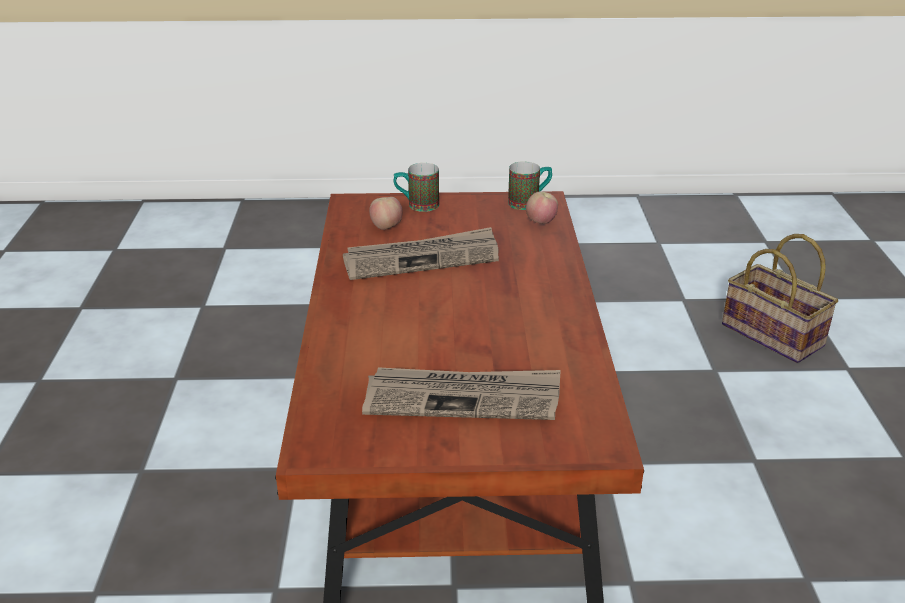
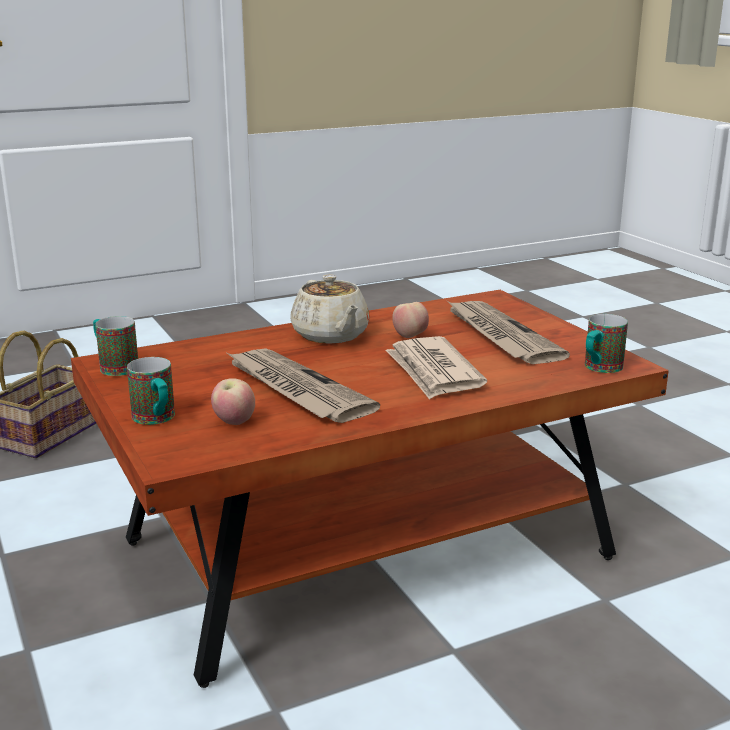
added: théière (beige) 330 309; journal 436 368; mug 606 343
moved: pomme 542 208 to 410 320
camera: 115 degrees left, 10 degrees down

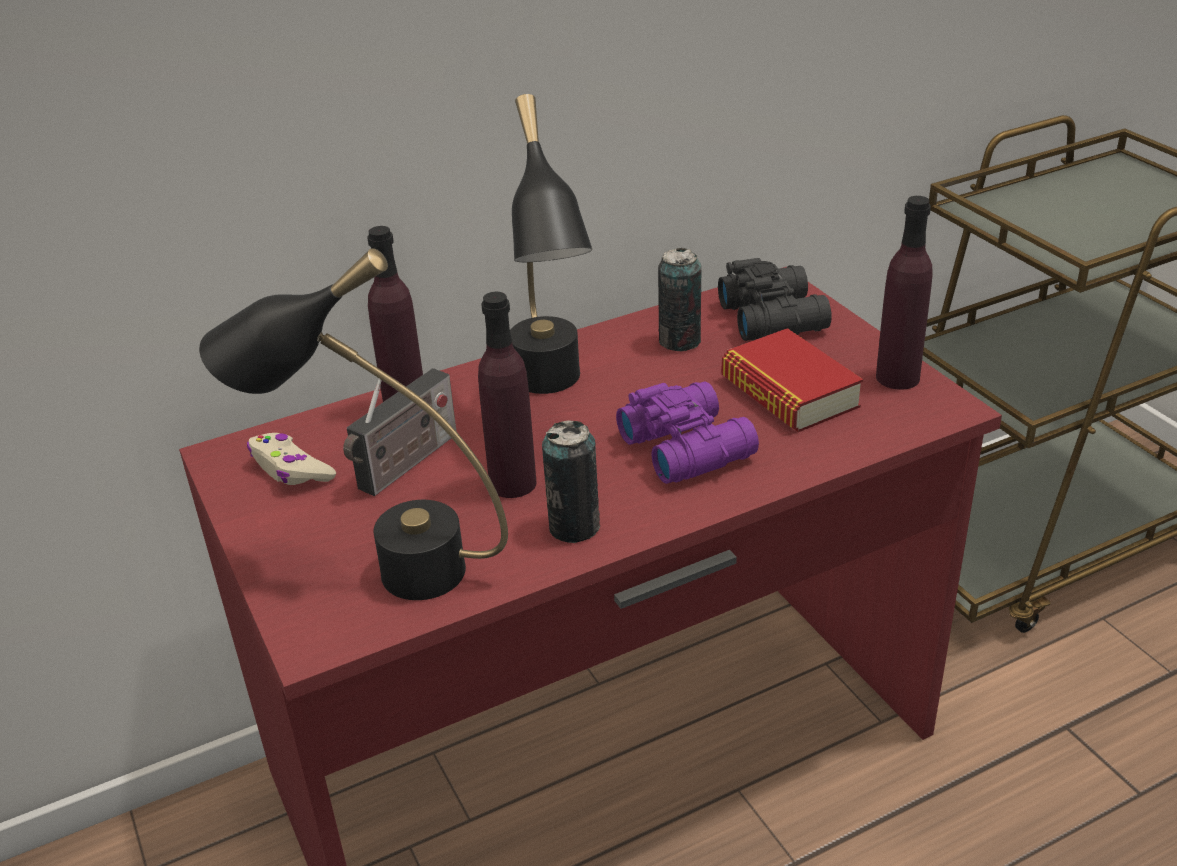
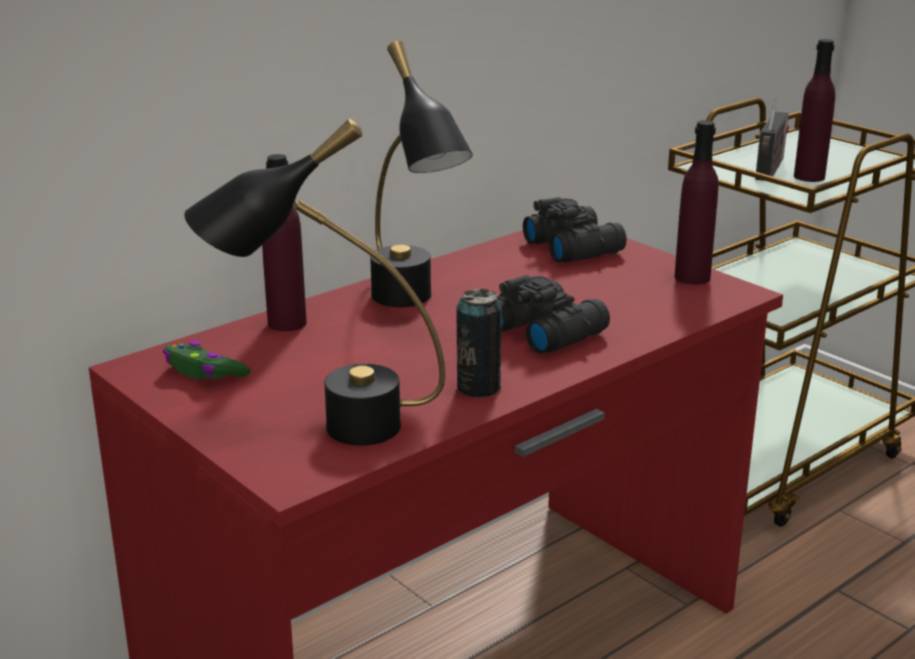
removed: boîte métallique 679 299; livre 792 380
moved: radio 400 432 to 772 140; bouteille (violet) 507 395 to 814 110
recoloured: manette (beige) 291 459 to manette (vert) 207 360; jumelles (violet) 687 432 to jumelles (noir) 553 314
camera: 15 degrees left, 10 degrees down

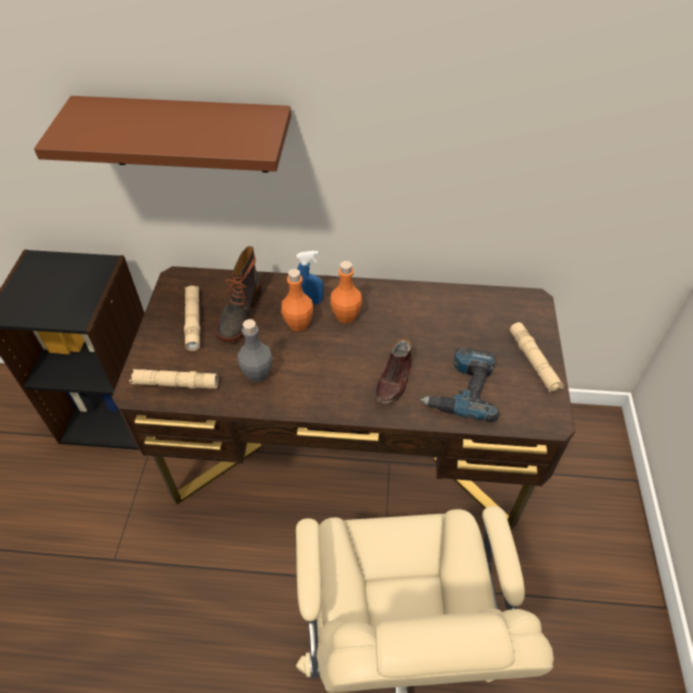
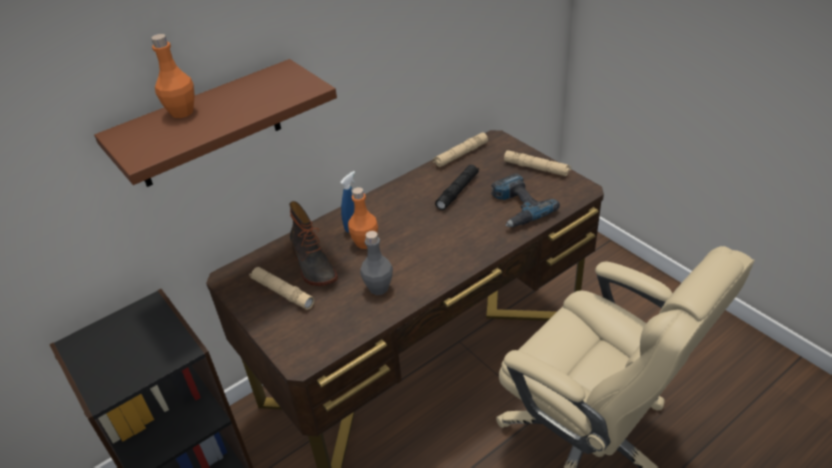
removed: chaussure (marron) 393 371
added: lampe de poche (noir) 457 187
moved: lampe de poche (beige) 173 379 to 460 149; bouteille (orange) 346 292 to 173 76
camera: 40 degrees left, 10 degrees down

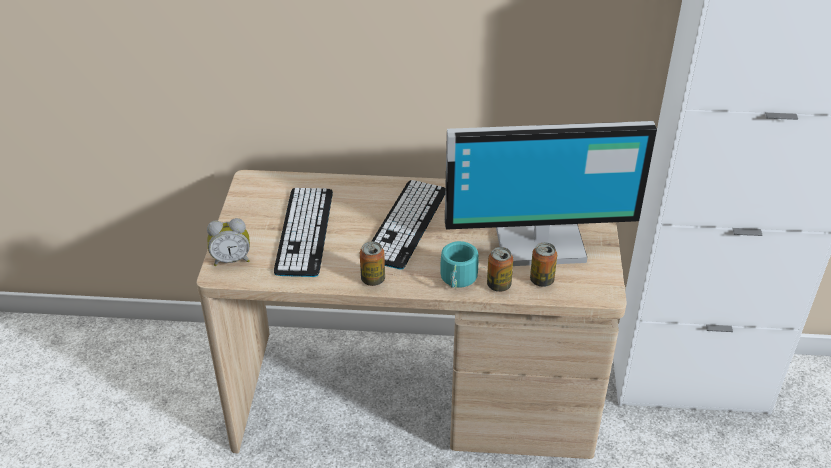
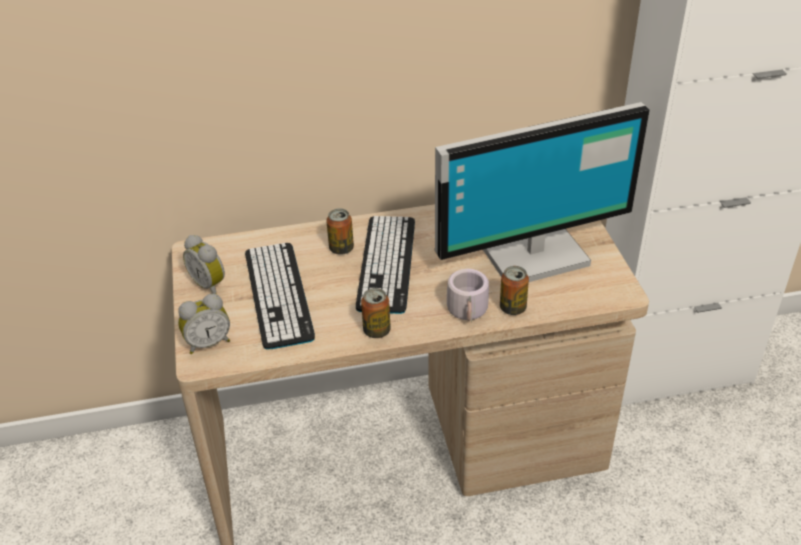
added: réveil 204 264
moved: boîte métallique 543 264 to 340 231
recoloured: mug (turquoise) 461 265 to mug (gris) 468 295
camera: 15 degrees left, 0 degrees up

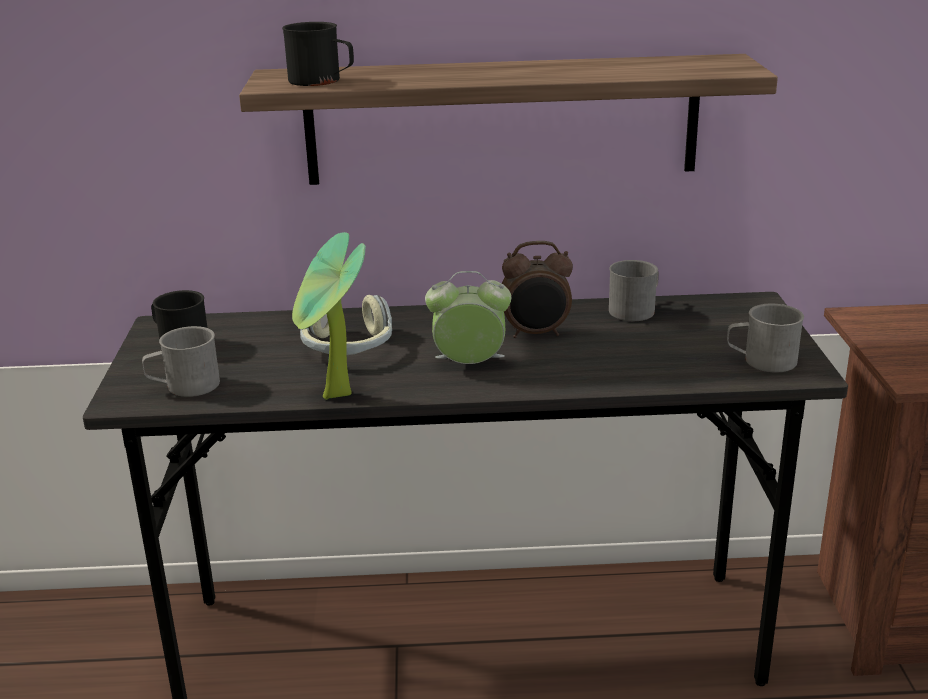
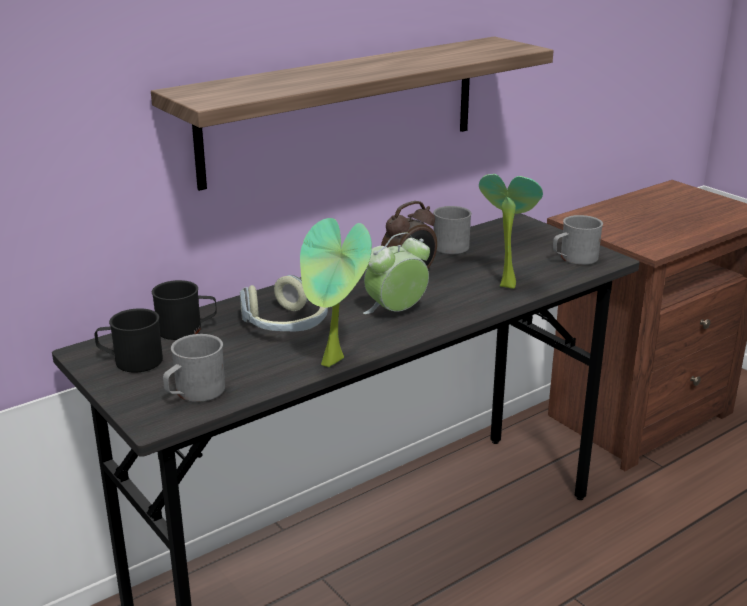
added: plante en pot 511 231
moved: mug (noir) 318 54 to 184 310
camera: 35 degrees left, 0 degrees up

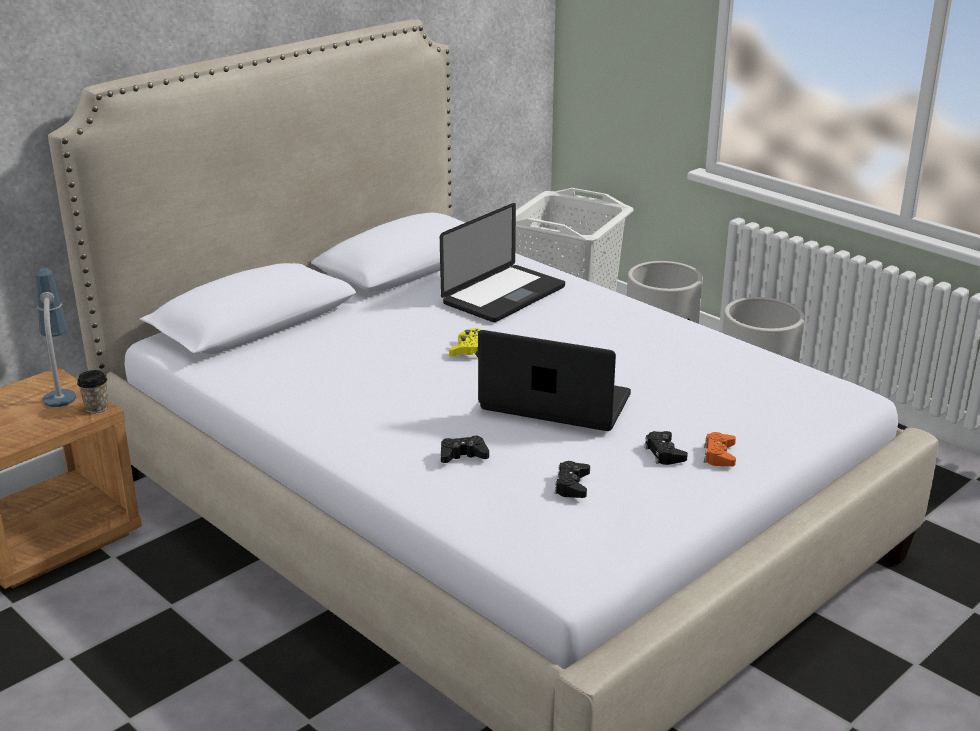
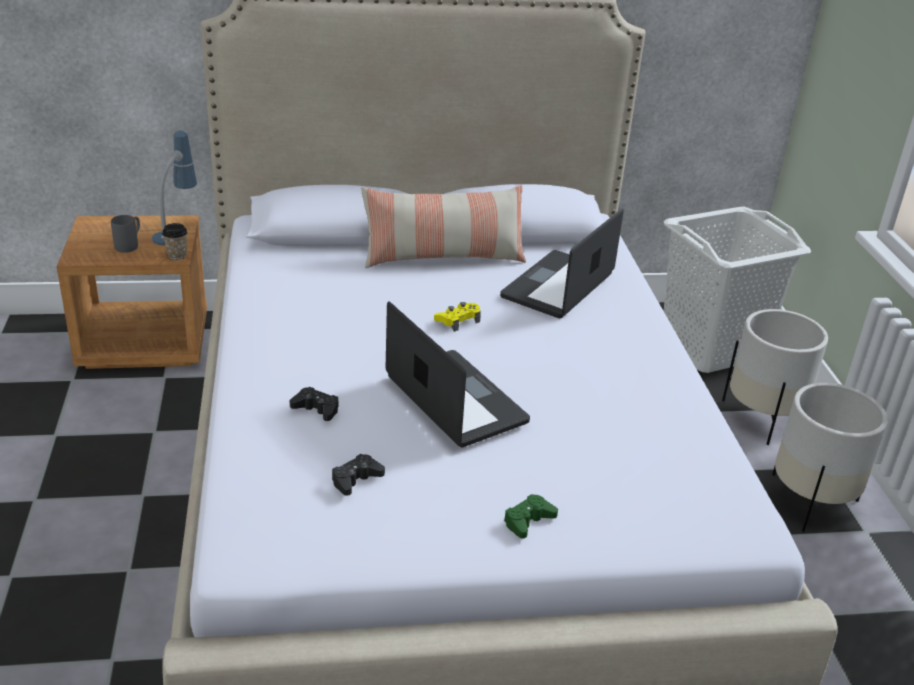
removed: manette (noir) 666 448
added: mug (gris) 125 234; coussin 443 226
recoloured: manette (orange) 720 449 to manette (vert) 531 516
turned: ordinateur portable 502 262 = 562 263 135 degrees clockwise
camera: 35 degrees right, 5 degrees up

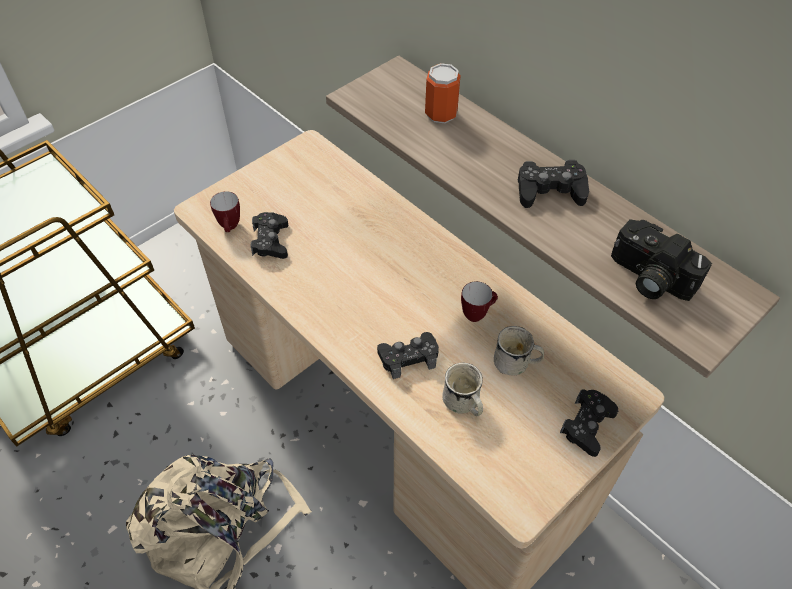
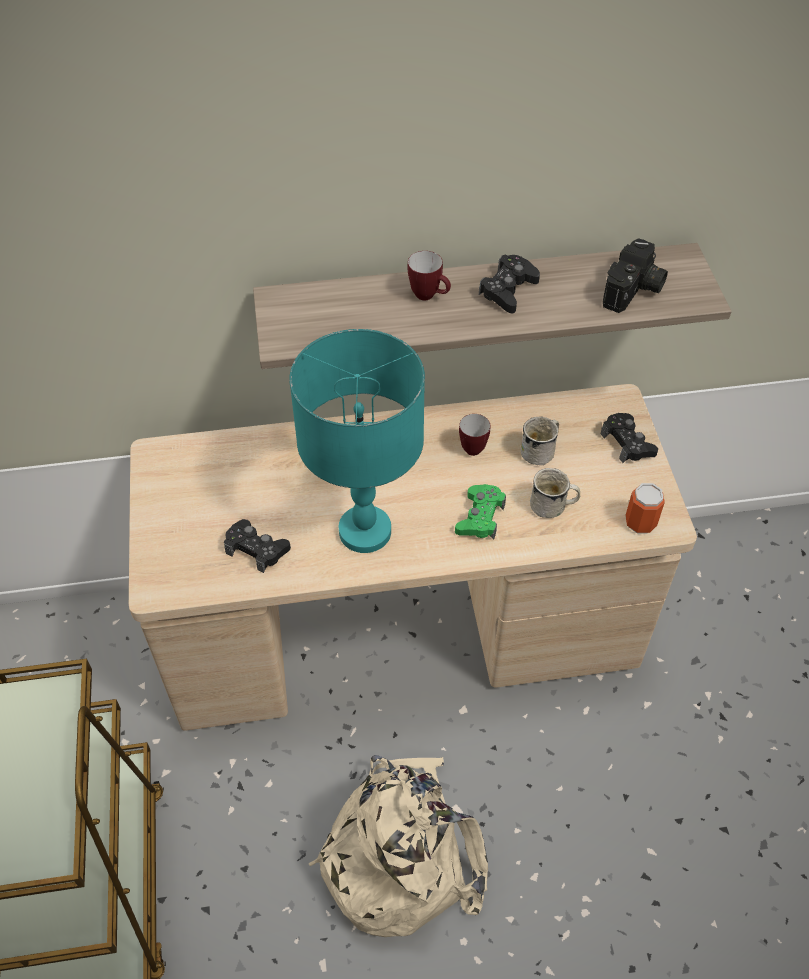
added: lampe de table (turquoise) 357 441
moved: mug 225 211 to 429 276; boîte métallique 443 93 to 645 508
recoloured: manette (noir) 408 355 to manette (vert) 480 511
turned: appareil photo 661 260 = 635 275 45 degrees counterclockwise
camera: 55 degrees left, 0 degrees up

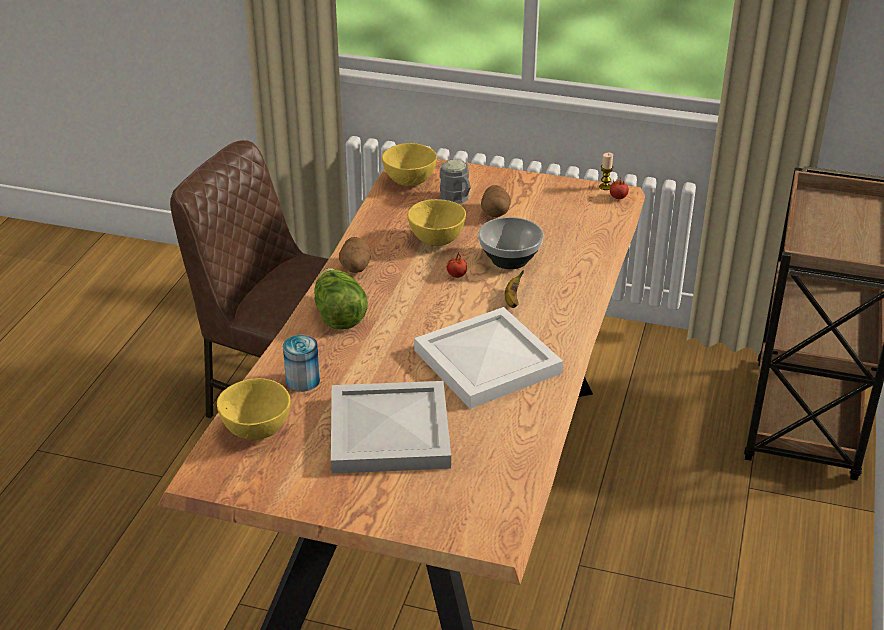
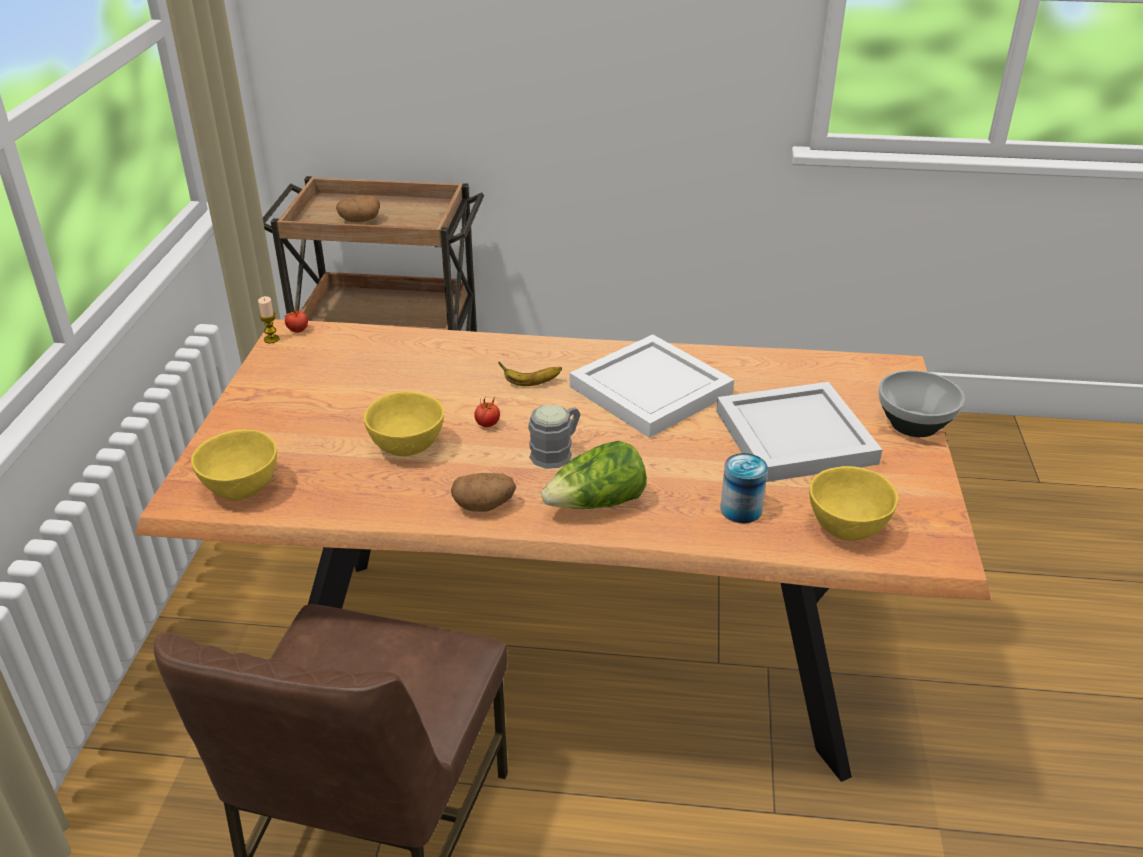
moved: mug (gris) 455 181 to 554 436; bol 511 243 to 921 403; pomme de terre 496 201 to 358 209
camera: 100 degrees left, 0 degrees up

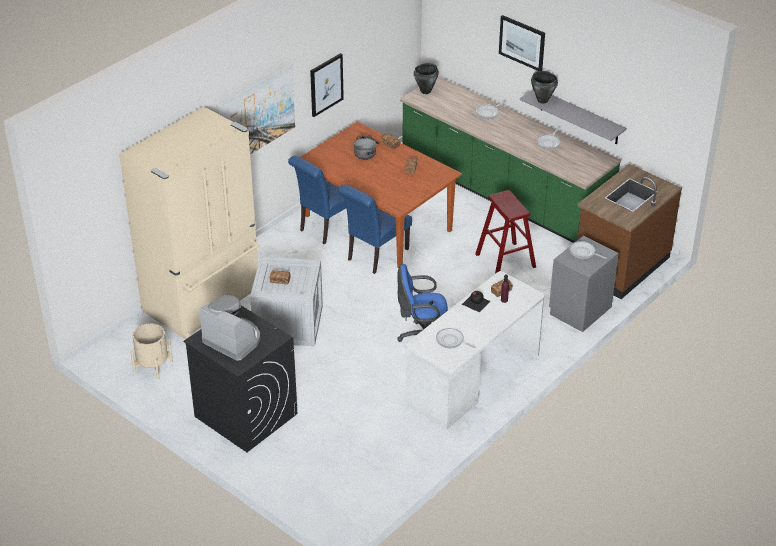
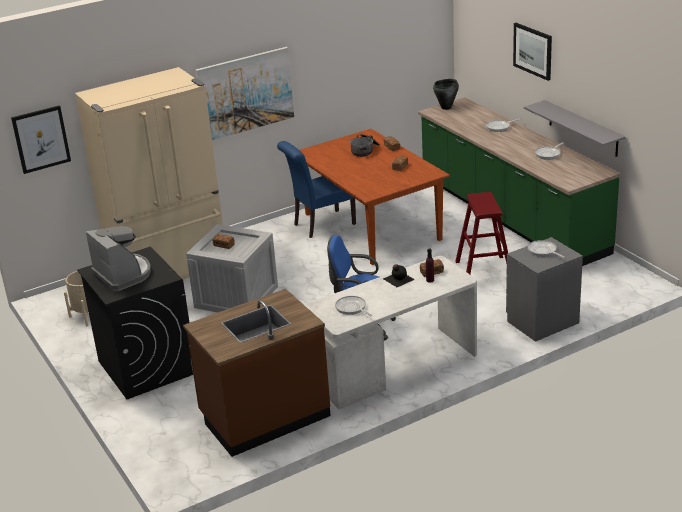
removed: chaise (bleu) 375 229; marmite (noir) 544 87
moved: tableau 327 85 to 41 139; comptoir de cuisine (marron) 629 231 to 257 373
camera: 20 degrees right, 10 degrees down

